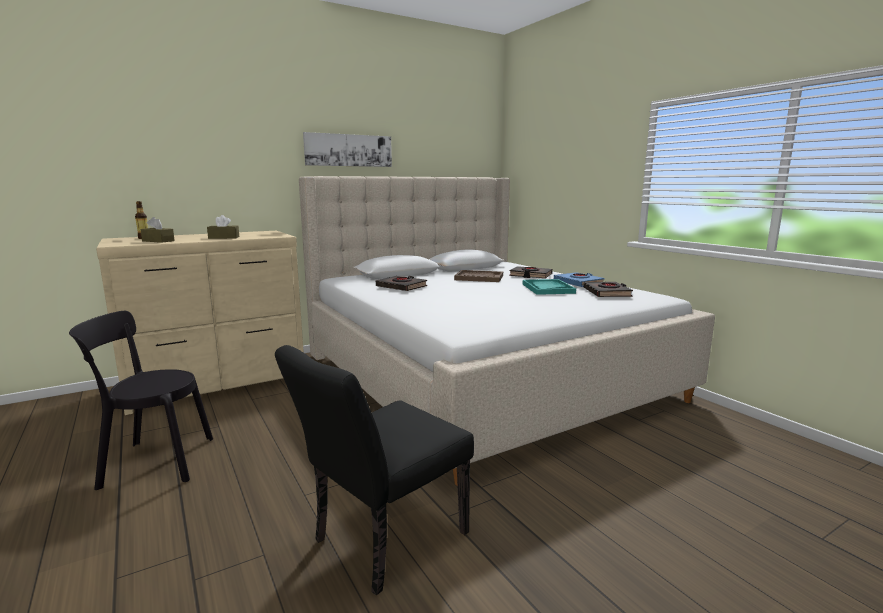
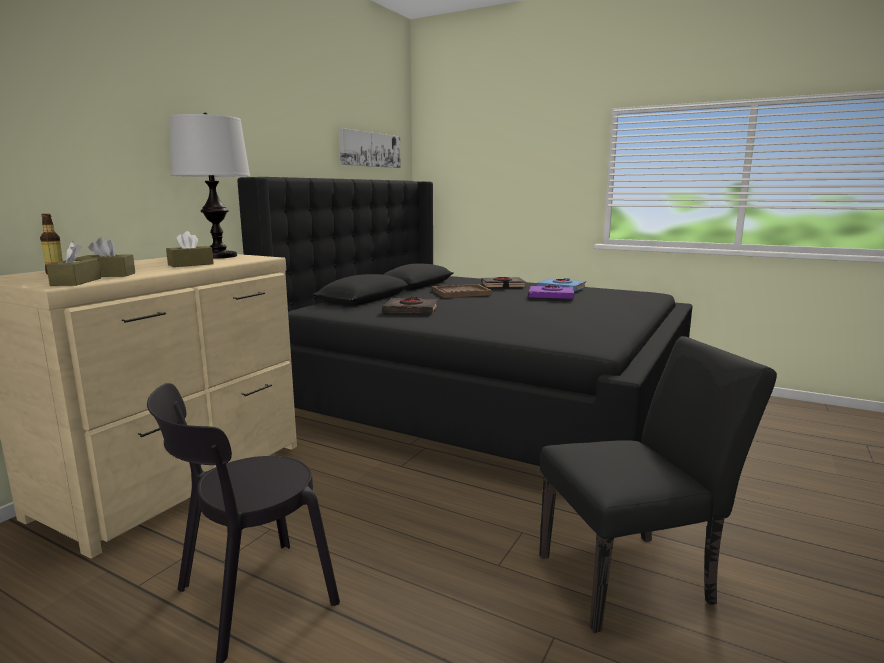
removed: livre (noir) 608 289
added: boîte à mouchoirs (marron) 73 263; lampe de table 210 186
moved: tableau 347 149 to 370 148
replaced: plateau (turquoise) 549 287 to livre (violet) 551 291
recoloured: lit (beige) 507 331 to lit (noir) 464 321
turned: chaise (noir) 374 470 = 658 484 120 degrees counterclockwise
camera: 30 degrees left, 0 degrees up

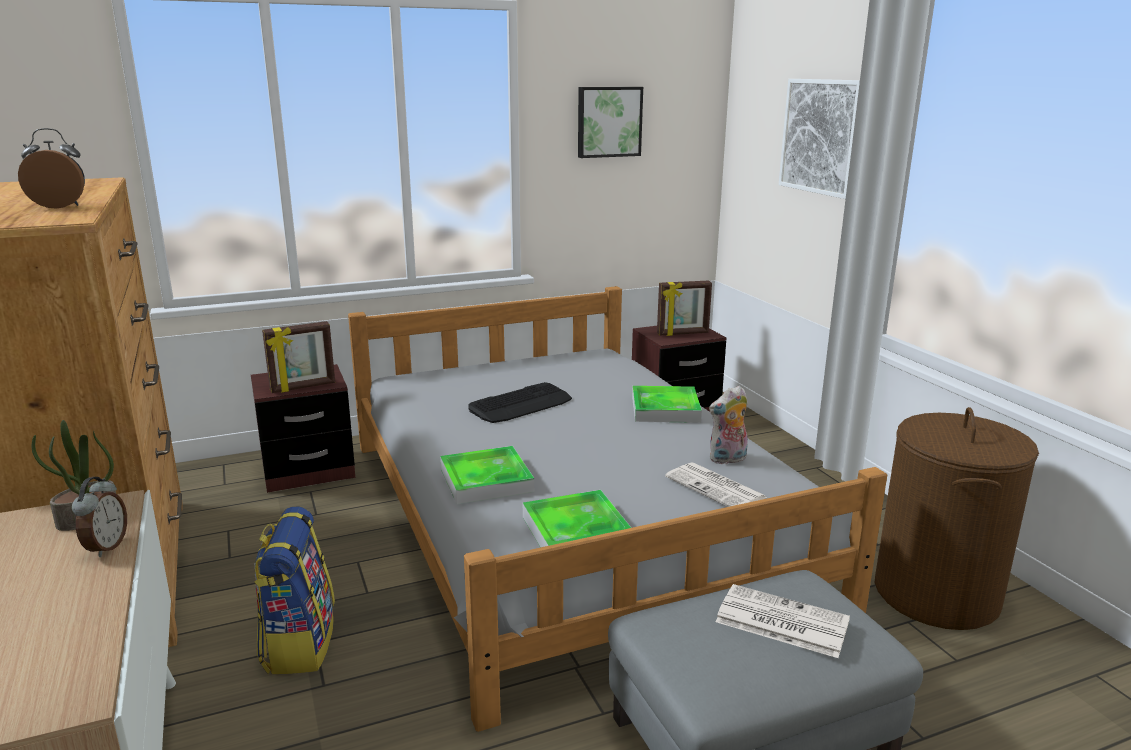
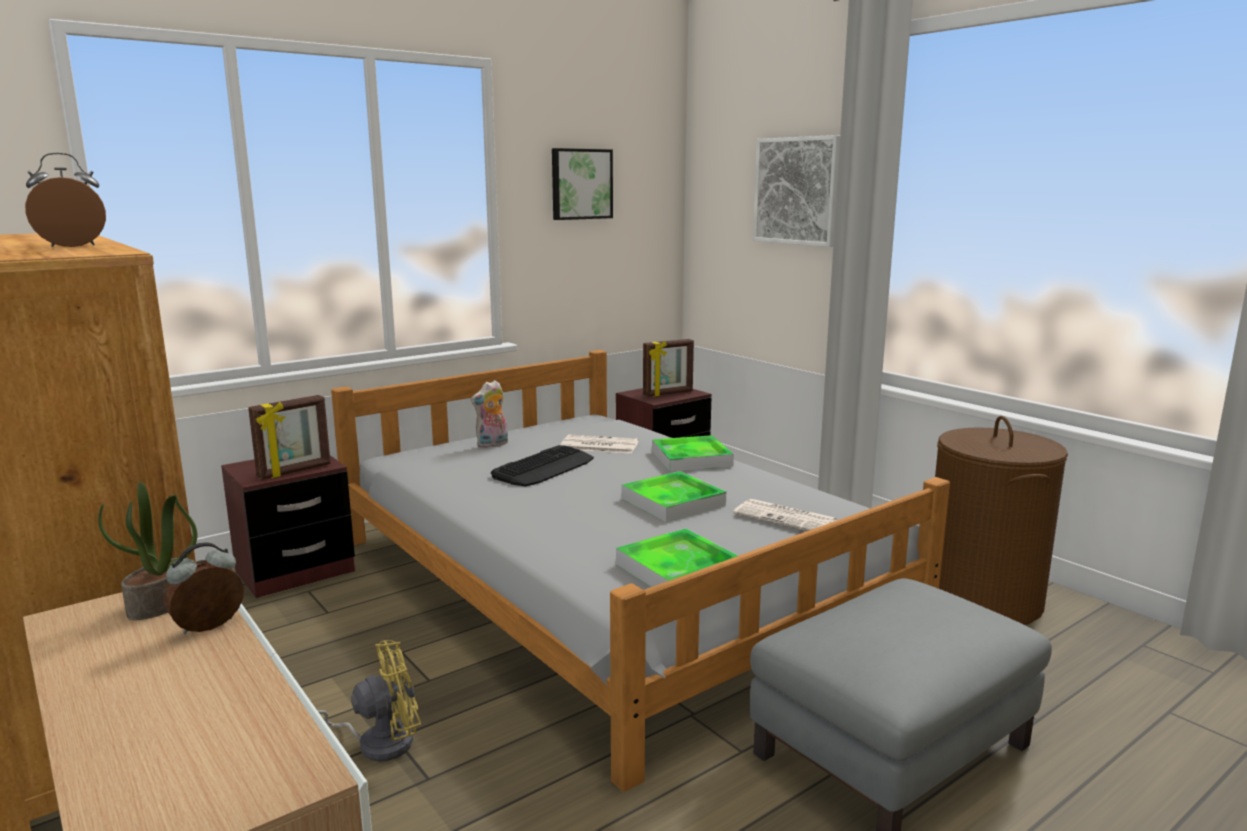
moved: plateau 487 475 to 674 496; peluche 728 424 to 489 414; journal 783 621 to 600 444
replaced: sac à dos 295 590 to ventilateur (jaune) 369 701
turned: réveil 99 517 = 204 588 120 degrees counterclockwise
camera: 15 degrees left, 5 degrees down

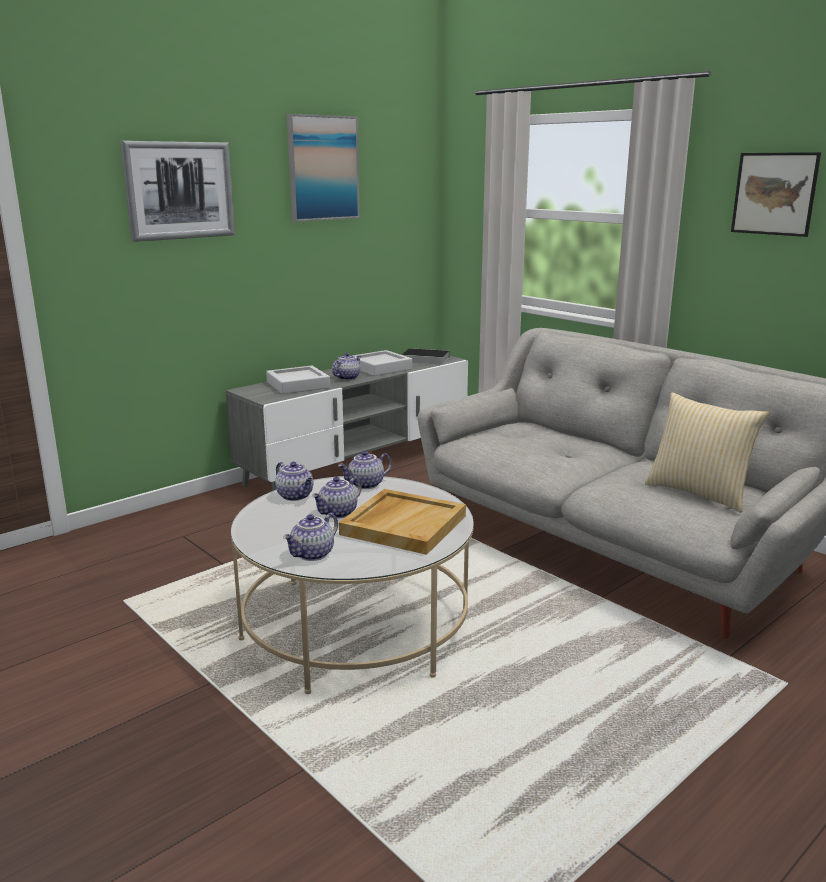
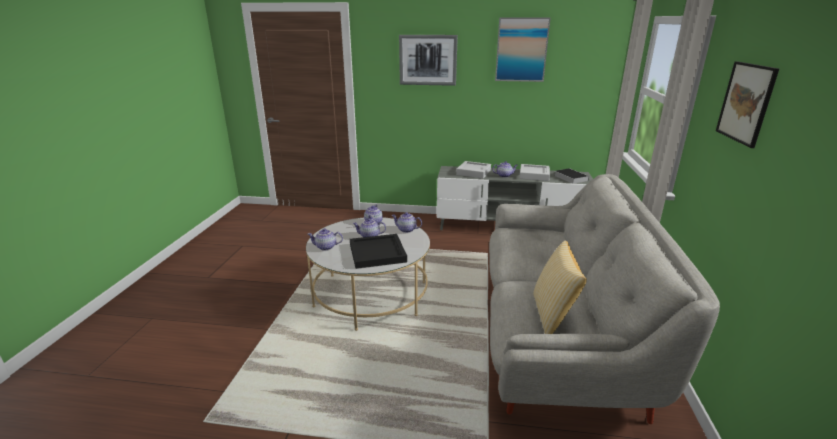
recoloured: plateau (beige) 402 522 to plateau (noir) 378 251
camera: 50 degrees right, 5 degrees up

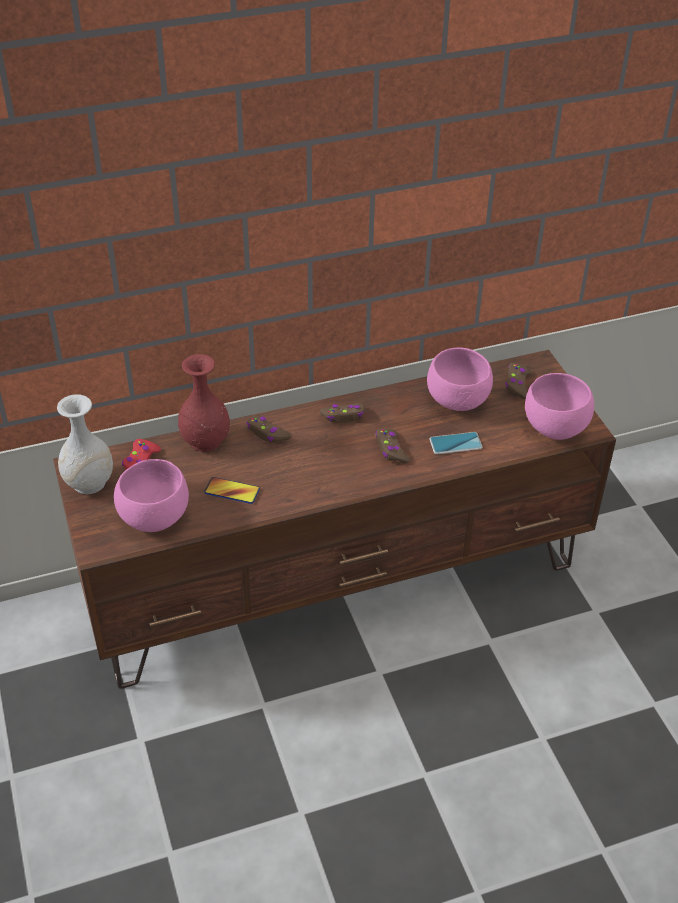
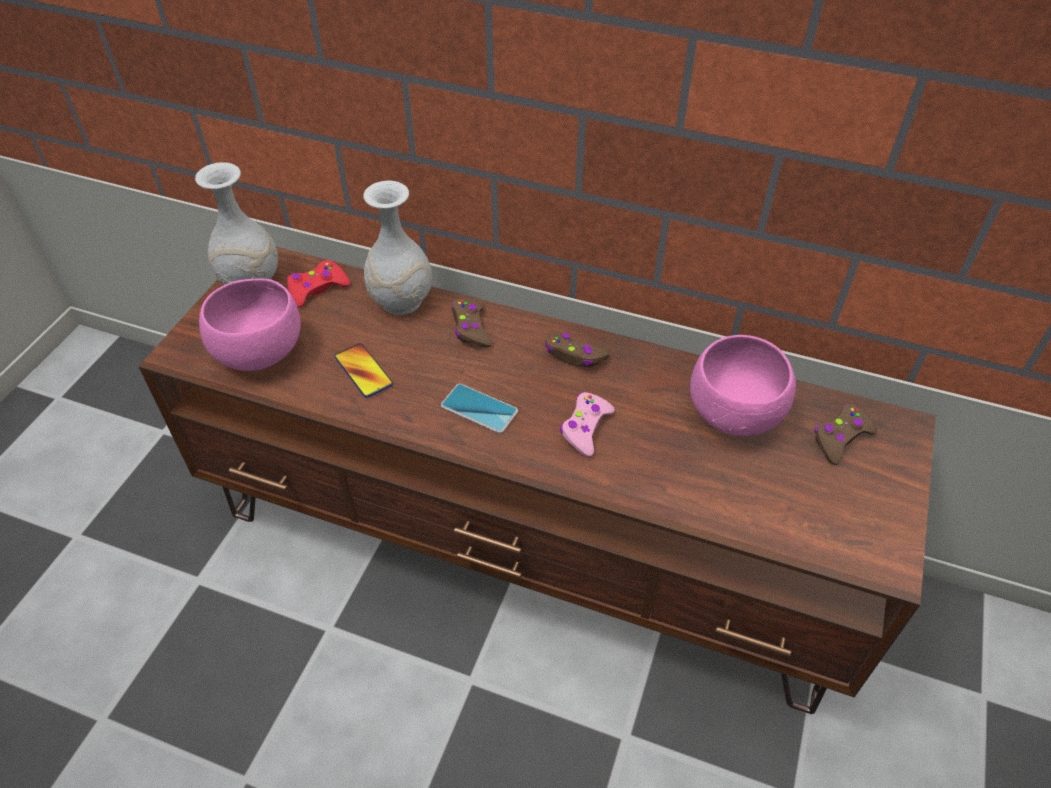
removed: bol (rose) 559 406
moved: téléphone 456 443 to 479 408
recoloured: vase (rouge) 204 403 to vase (blanc) 397 248; manette (marron) 392 445 to manette (rose) 587 424
camera: 40 degrees right, 5 degrees up

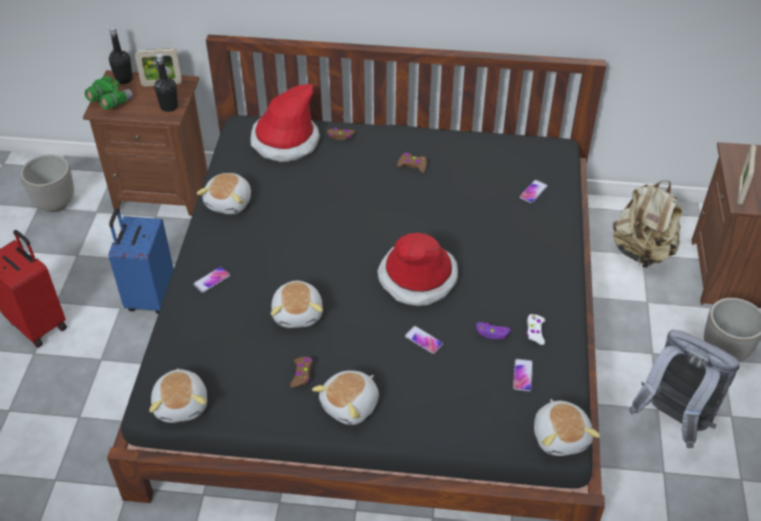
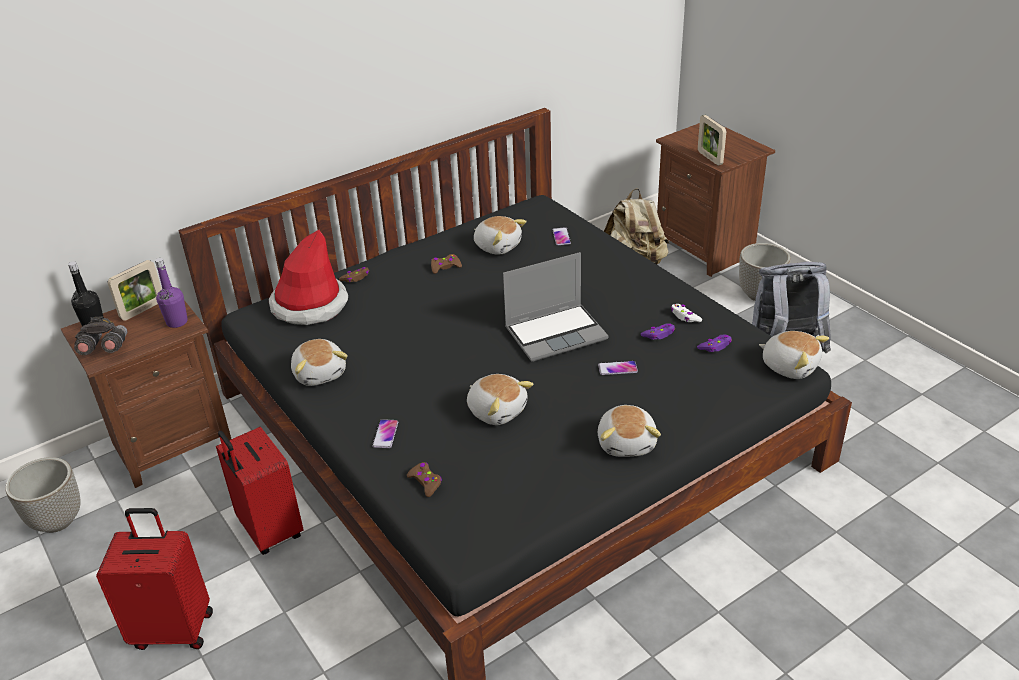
moved: peluche 178 395 to 500 235; manette (marron) 301 372 to 424 479
replaced: chapeau 417 269 to ordinateur portable 555 307; téléphone 523 375 to manette (violet) 714 343
recoloured: jumelles (vert) 109 92 to jumelles (gris) 100 335; valise (bleu) 141 261 to valise (rouge) 259 491; bouteille (noir) 166 83 to bouteille (violet) 171 293
camera: 40 degrees left, 10 degrees down

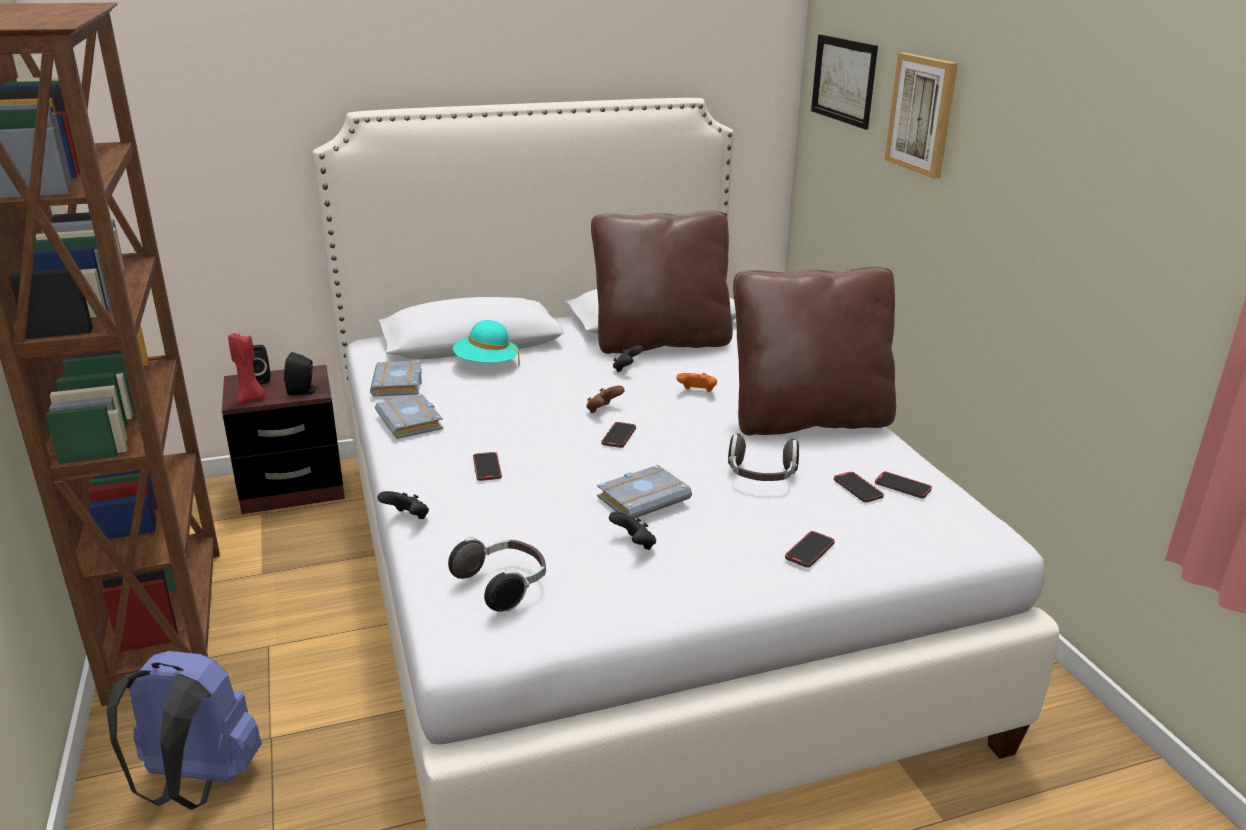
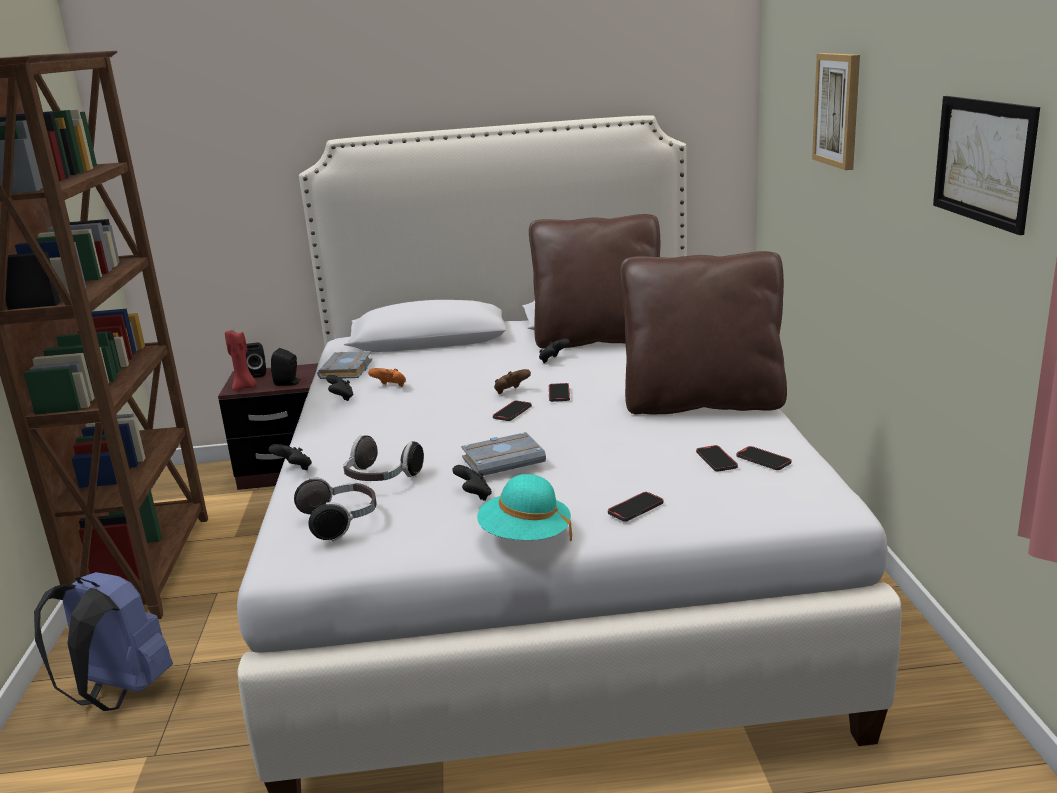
moved: chapeau (turquoise) 486 343 to 524 507; téléphone 487 466 to 559 392; manette (orange) 697 382 to 387 377; casque audio 763 457 to 383 458; tableau 844 82 to 986 165
replaced: livre (gris) 409 416 to manette (noir) 340 388
camera: 15 degrees right, 5 degrees down

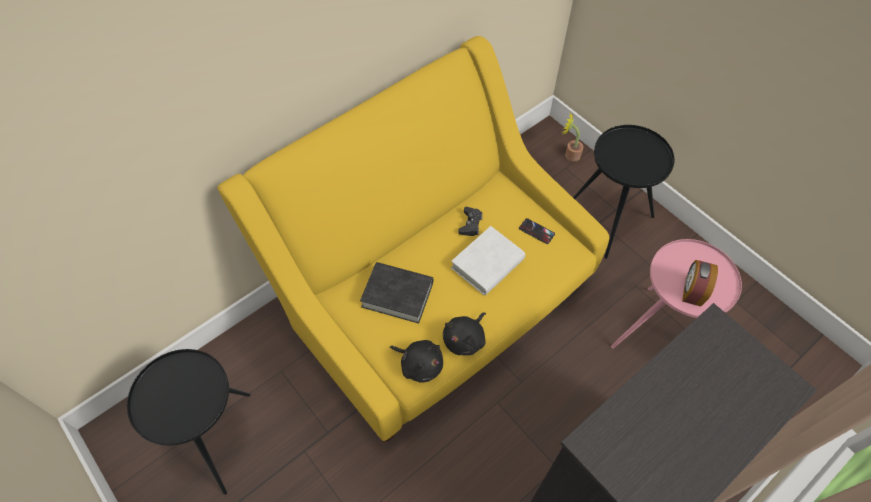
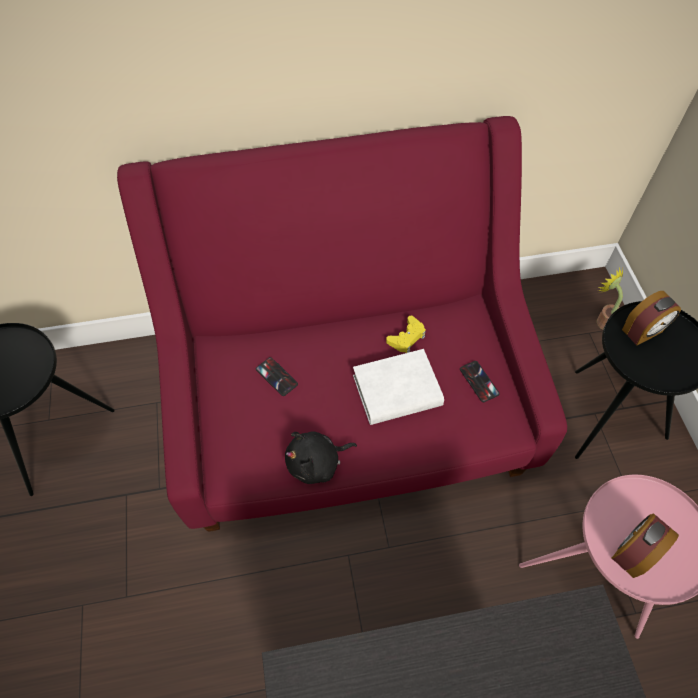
removed: peluche (noir) 416 361
added: réveil 651 318
replaced: livre (noir) 396 293 to téléphone 277 376
recoloured: canapé (jaune) 414 239 to canapé (rouge) 342 324; manette (noir) 470 221 to manette (jaune) 406 334
camera: 30 degrees right, 0 degrees up

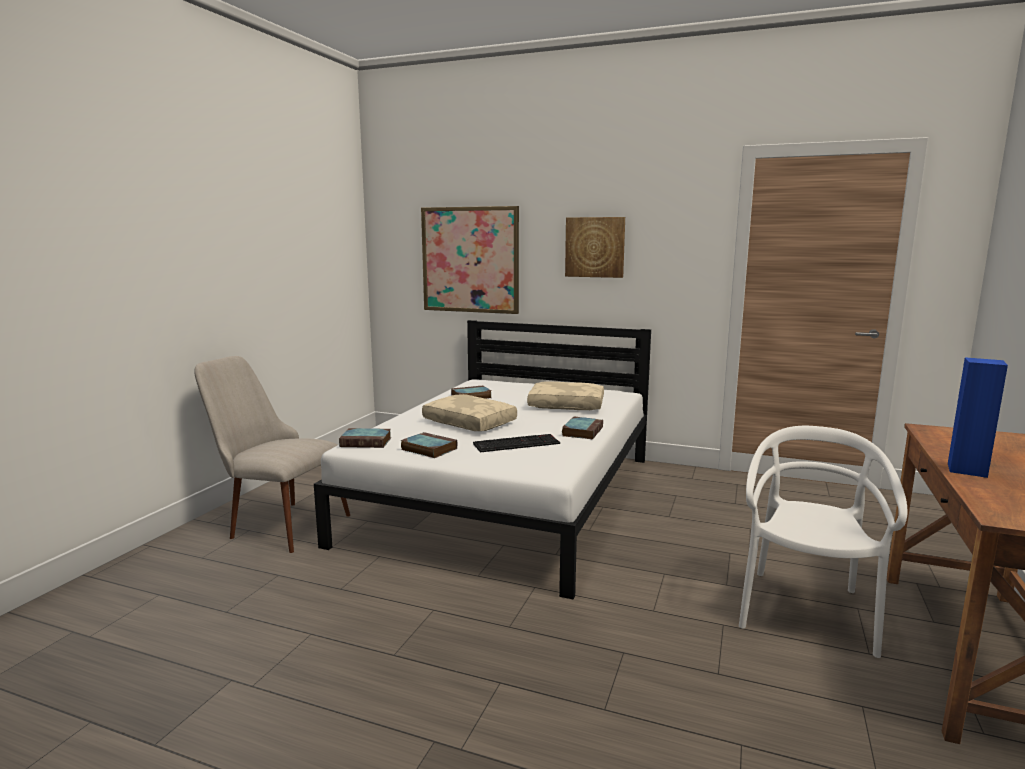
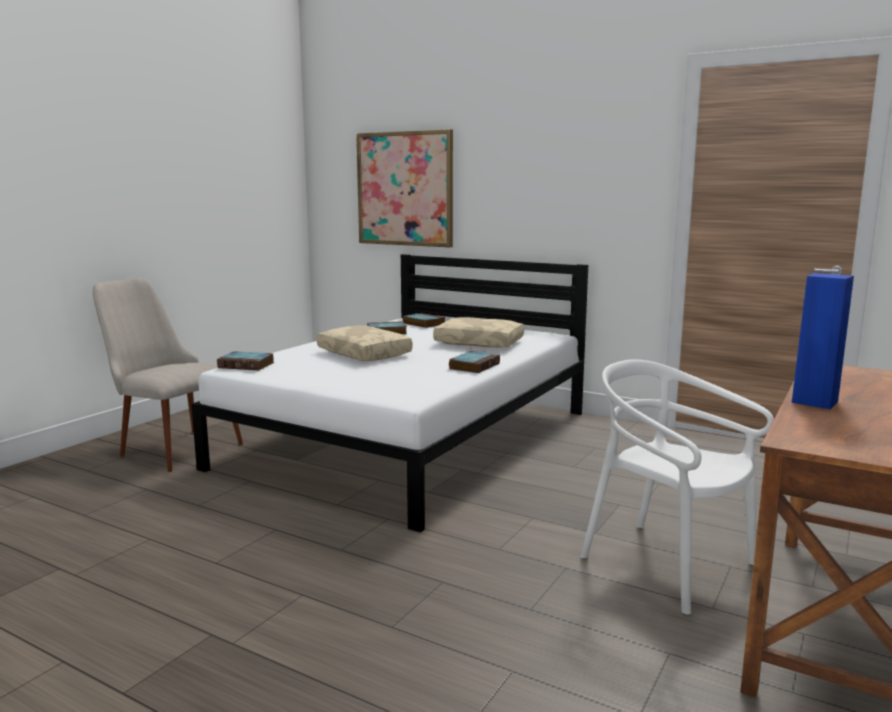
removed: clavier 516 443; tableau 595 247
moved: livre 429 445 to 424 320
turned: chaise (blanc) 823 542 = 677 487 75 degrees counterclockwise
camera: 10 degrees right, 0 degrees up

